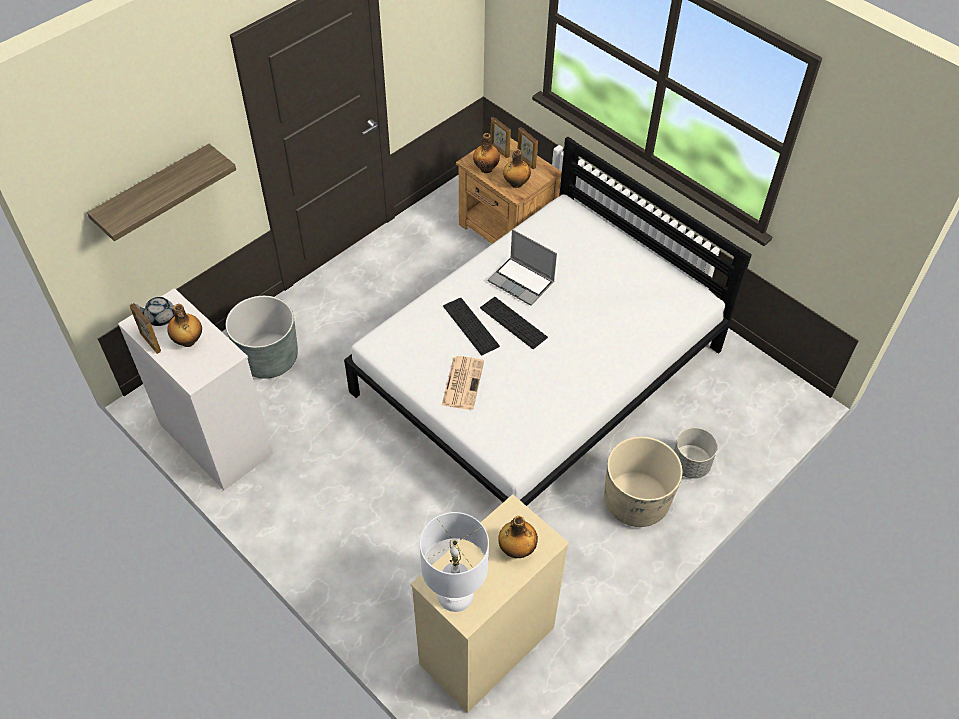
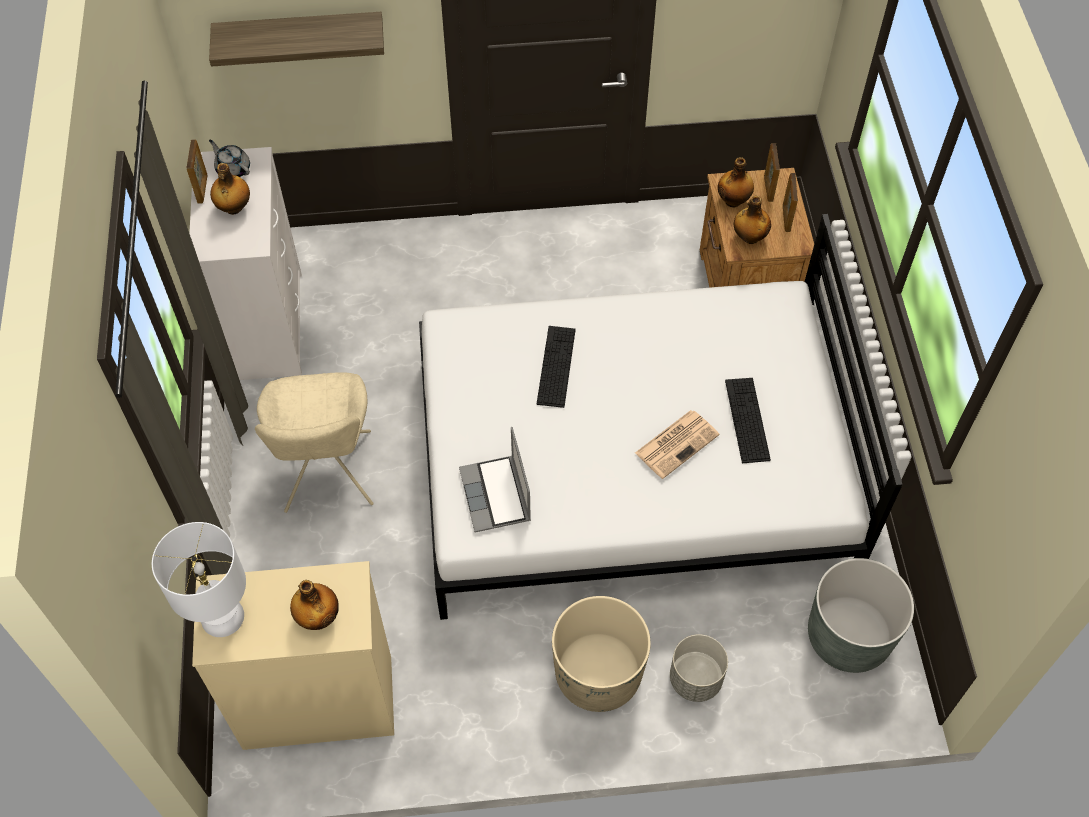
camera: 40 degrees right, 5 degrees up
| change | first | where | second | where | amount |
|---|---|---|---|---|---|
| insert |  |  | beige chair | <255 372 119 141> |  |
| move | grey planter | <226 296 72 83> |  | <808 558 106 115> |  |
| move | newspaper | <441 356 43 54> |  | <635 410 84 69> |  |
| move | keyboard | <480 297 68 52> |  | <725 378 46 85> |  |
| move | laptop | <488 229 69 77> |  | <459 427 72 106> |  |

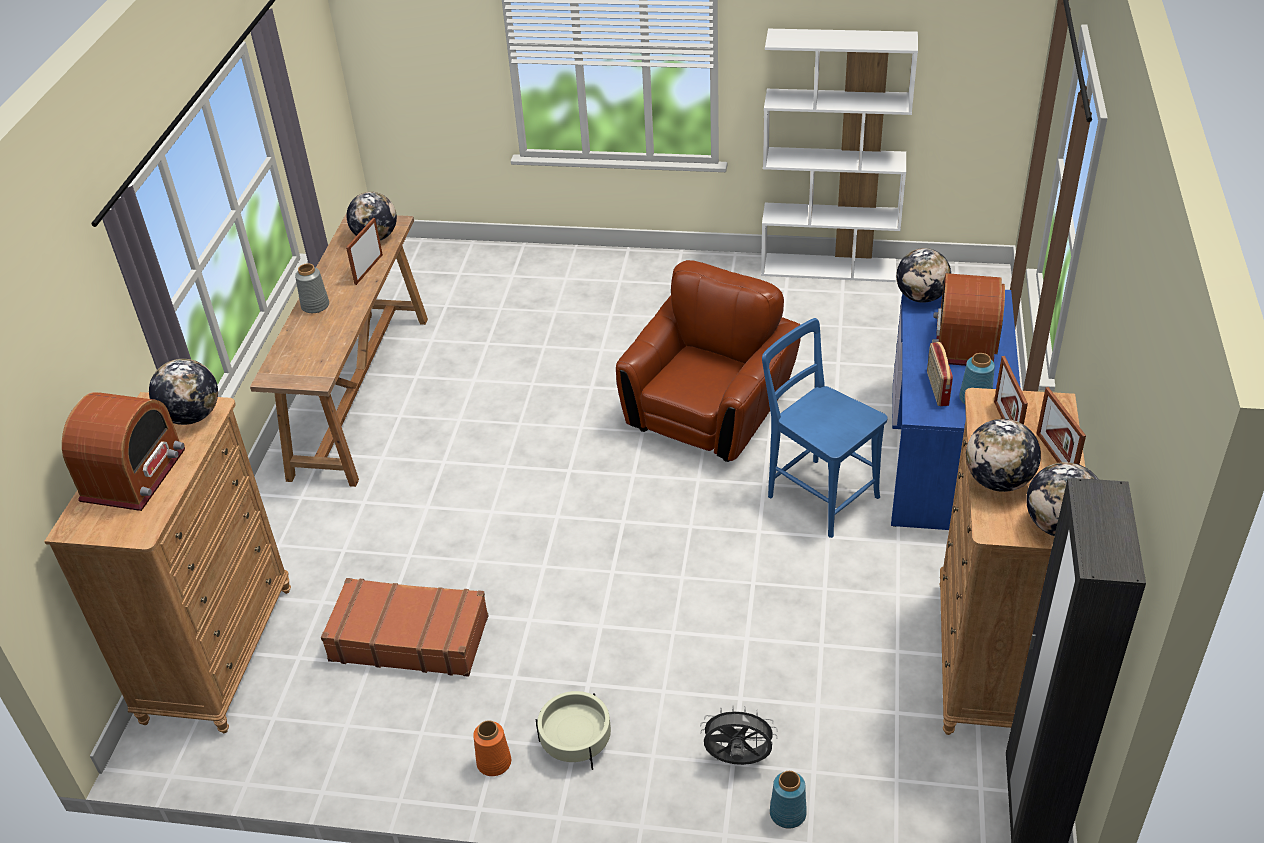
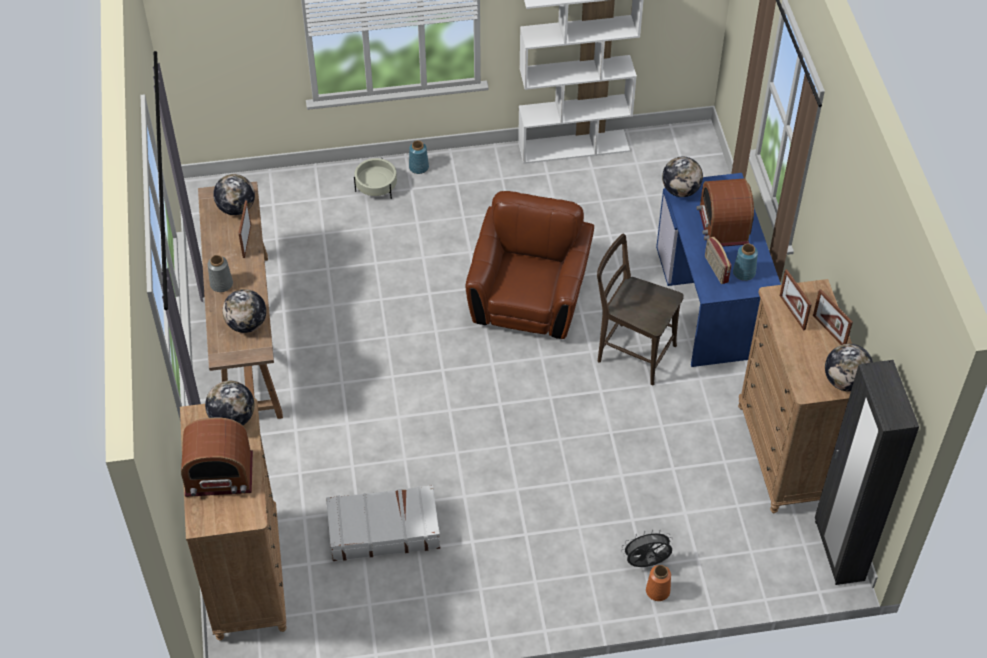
camera: 20 degrees left, 10 degrees up
| change | first | where | second | where | amount |
|---|---|---|---|---|---|
| move | orange vase | <473 720 38 56> |  | <646 565 25 36> |  |
| move | beige planter | <536 691 75 79> |  | <354 158 43 41> |  |
| move | blue vase | <770 771 37 57> |  | <409 141 20 33> |  |
| move | globe | <966 419 75 73> |  | <223 289 43 44> |  |
| recolor | brown suitcase | <321 578 167 99> | white suitcase | <326 485 114 76> |  |
| recolor | blue chair | <762 318 126 220> | brown chair | <597 234 87 151> |  |
| rotate | radio | <62 392 123 119> |  | <181 418 72 79> | 90 degrees clockwise |

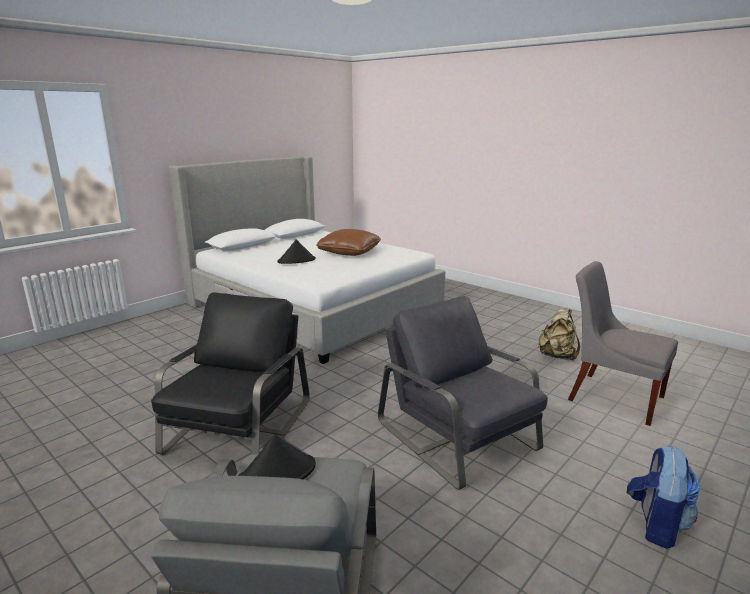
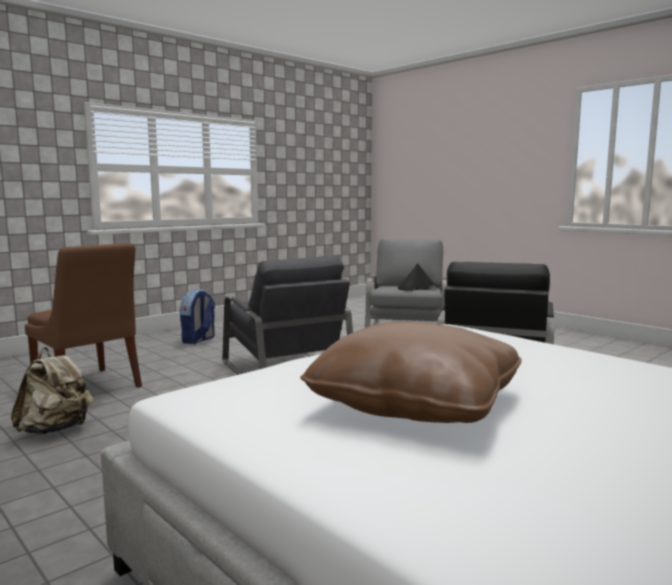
camera: 175 degrees left, 10 degrees down
| change | first | where | second | where | amount |
|---|---|---|---|---|---|
| delete | black hat | <277 239 39 25> |  |  |  |
| recolor | grey chair | <568 261 110 165> | brown chair | <25 243 117 145> |  |

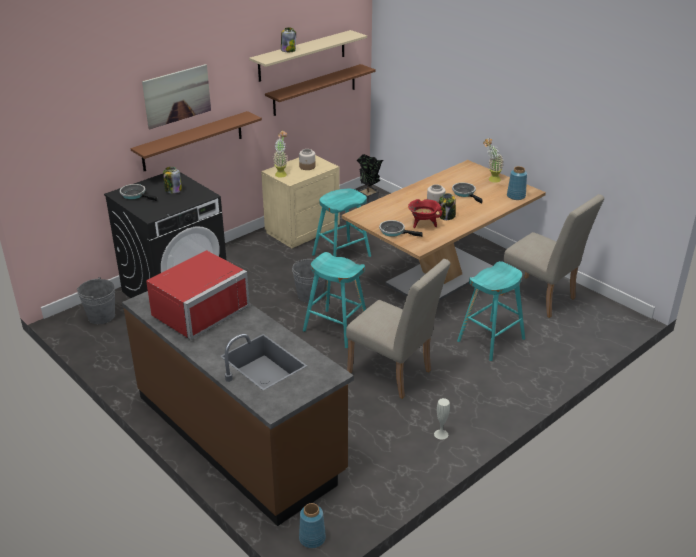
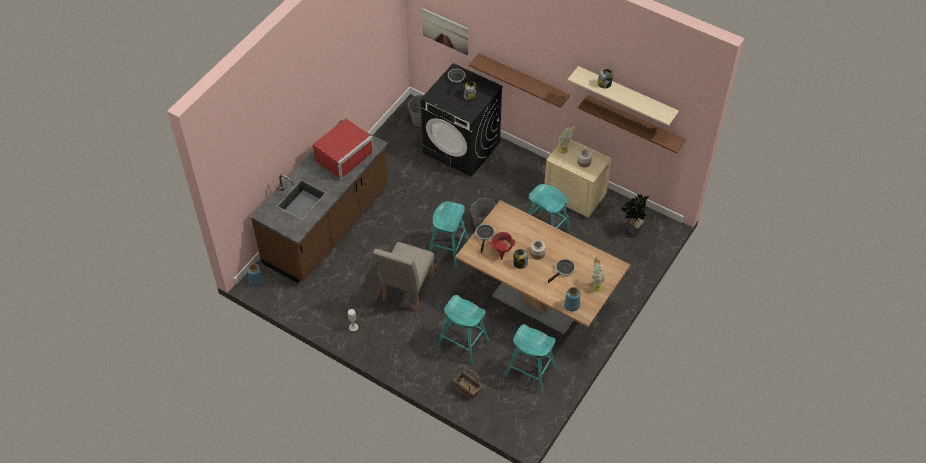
camera: 75 degrees right, 20 degrees up
| change | first | where | second | where | amount |
|---|---|---|---|---|---|
| insert |  |  | basket | <454 369 28 32> |  |
| move | picture | <142 64 69 65> |  | <422 8 46 47> |  |
| replace | beige chair | <500 194 104 124> | turquoise stool | <505 324 51 70> |  |
| rotate | red microwave | <146 250 104 90> |  | <313 119 61 61> | 75 degrees counterclockwise |

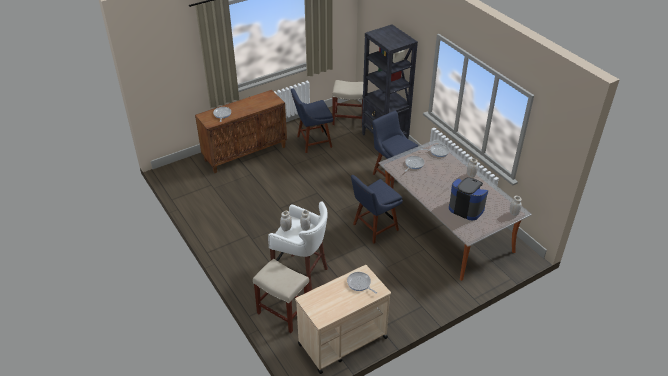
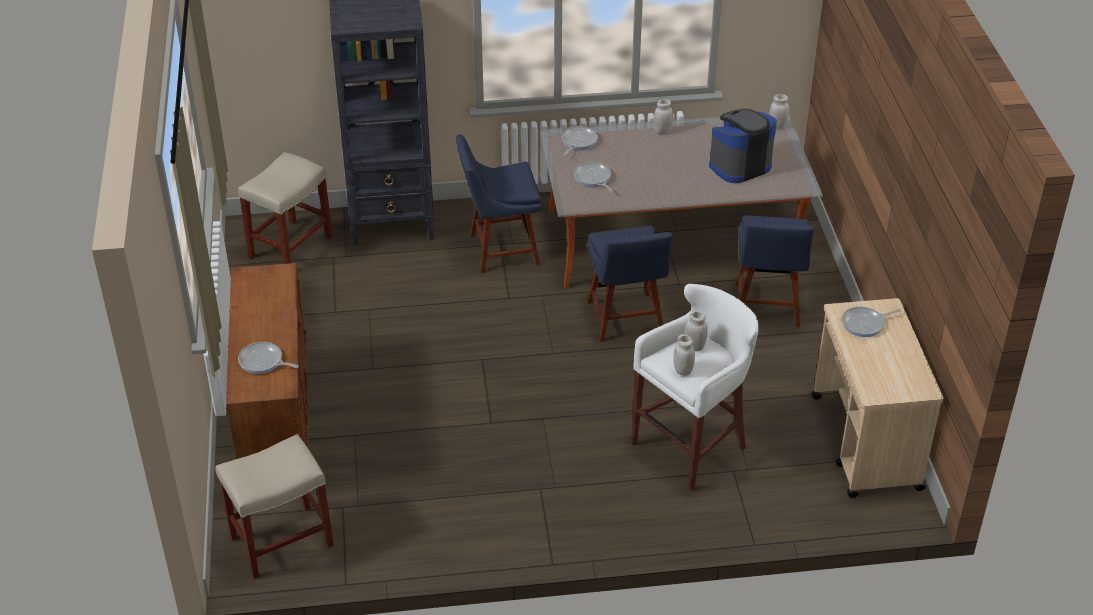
camera: 65 degrees left, 0 degrees up
| change | first | where | second | where | amount |
|---|---|---|---|---|---|
| move | beige stool | <253 259 56 74> |  | <216 434 118 145> |  |
| move | blue chair | <291 88 42 65> |  | <735 215 79 112> |  |

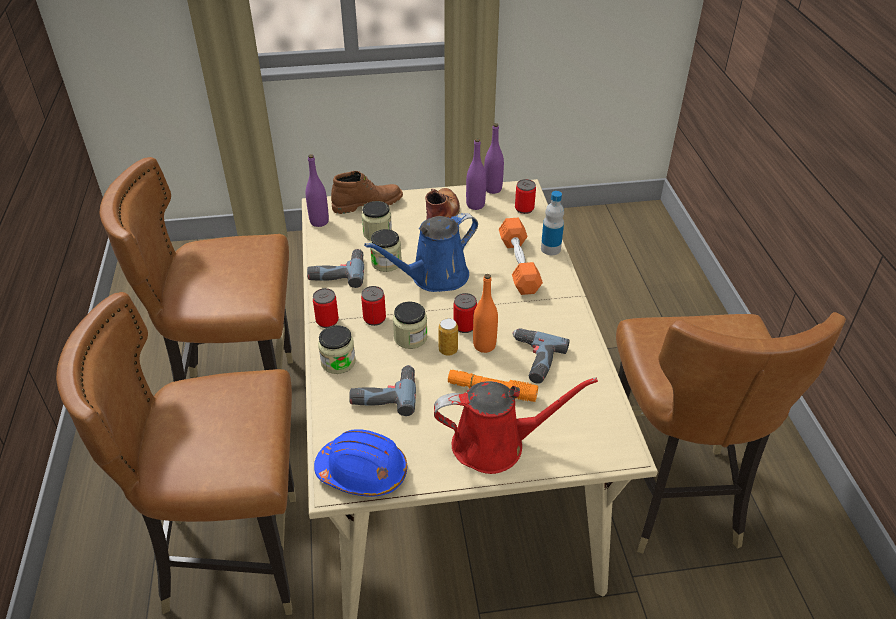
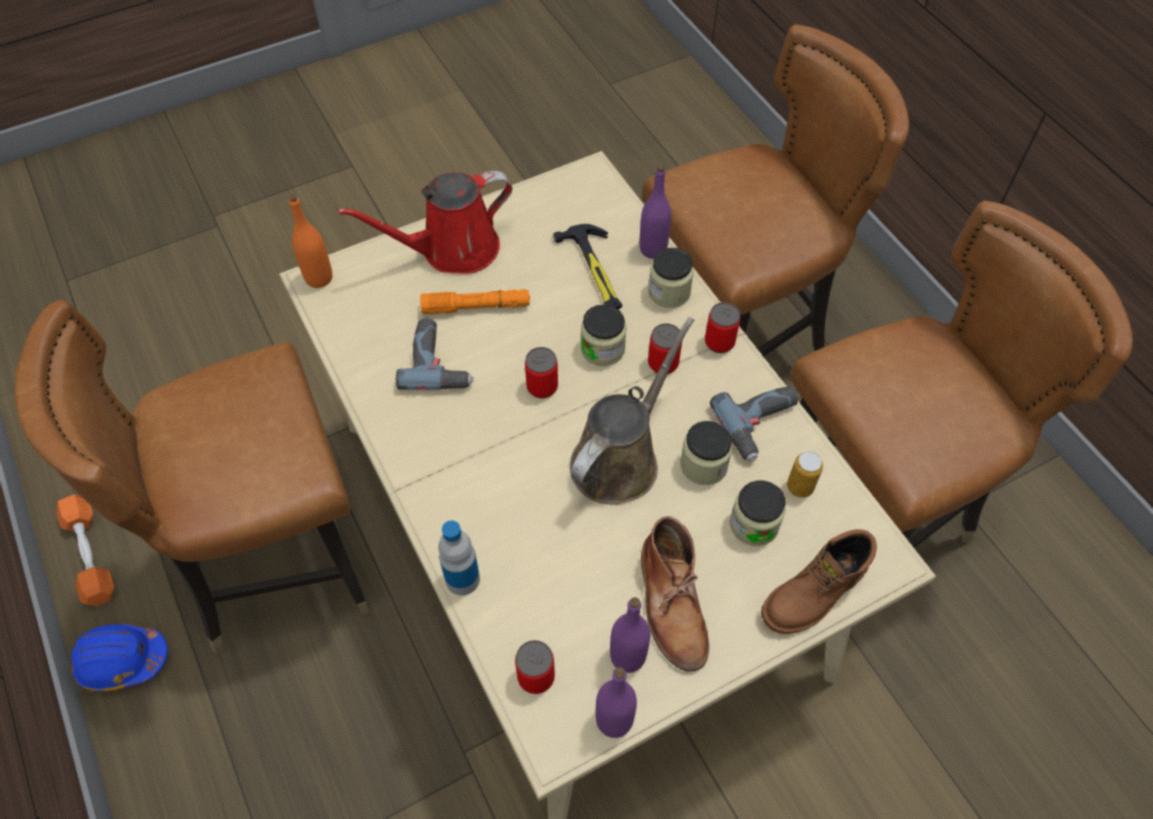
camera: 160 degrees right, 15 degrees up
| change | first | where | second | where | amount |
|---|---|---|---|---|---|
| move | purple bottle | <306 154 23 73> |  | <640 165 31 94> |  |
| move | blue hard hat | <314 429 93 68> |  | <71 624 97 68> |  |
| move | can | <438 318 20 38> |  | <787 451 36 47> |  |
| move | orange bottle | <473 274 25 79> |  | <289 194 43 94> |  |
| move | orange dumbbell | <499 218 44 77> |  | <56 494 58 112> |  |
| replace | power drill | <349 365 67 51> | hammer | <553 224 69 85> |  |
| recolor | blue watering can | <364 213 114 79> | brown watering can | <570 317 124 188> |  |
| rotate | brown chair | <616 312 230 242> |  | <14 300 355 355> | 90 degrees counterclockwise |

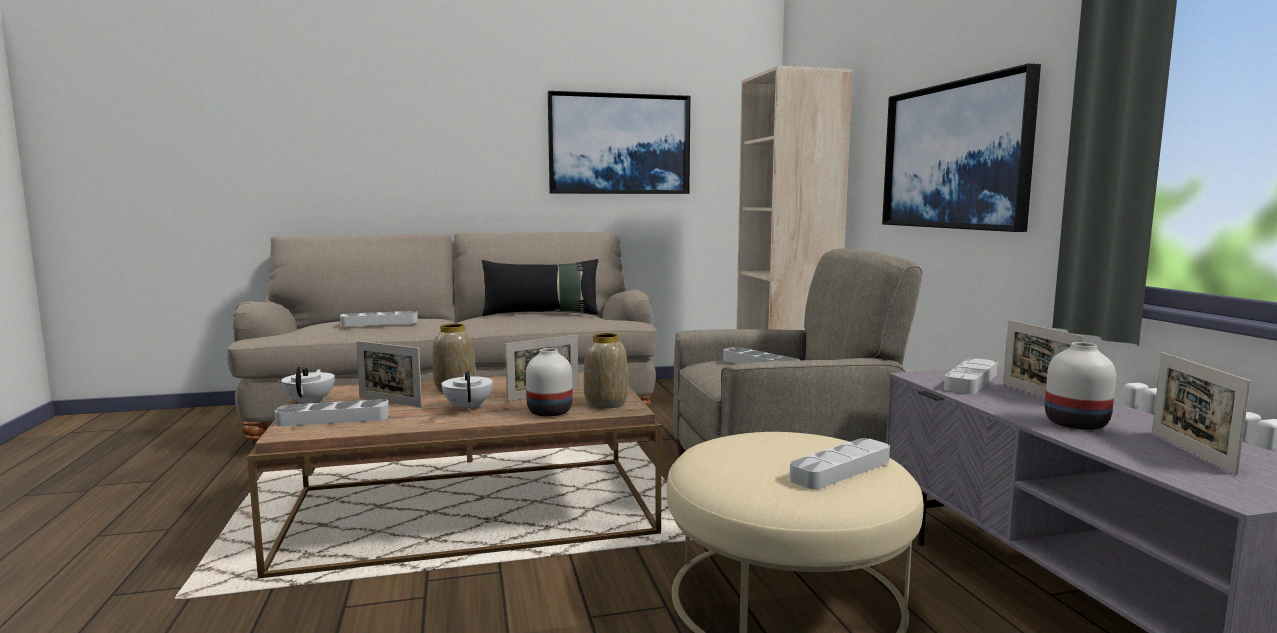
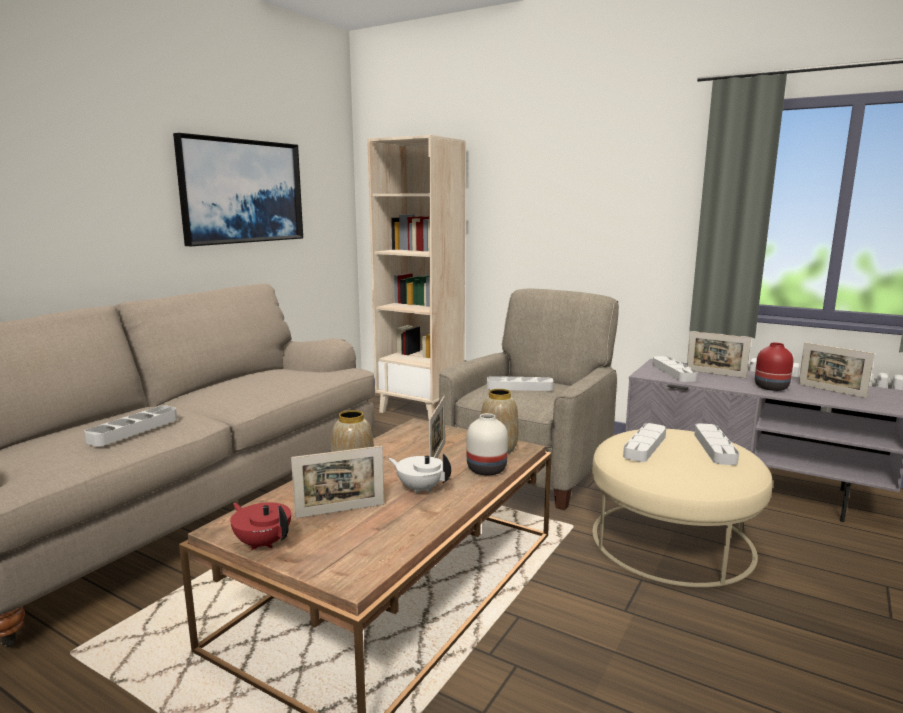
camera: 45 degrees left, 5 degrees up
| change | first | where | second | where | amount |
|---|---|---|---|---|---|
| delete | black pillow | <482 259 117 57> |  |  |  |
| delete | picture | <882 63 159 169> |  |  |  |
| move | grey tray | <275 399 114 28> |  | <623 423 43 39> |  |
| recolor | white teapot | <281 367 54 37> | red teapot | <230 502 61 48> |  |
| recolor | white vase | <1045 342 71 88> | red vase | <755 343 38 48> |  |

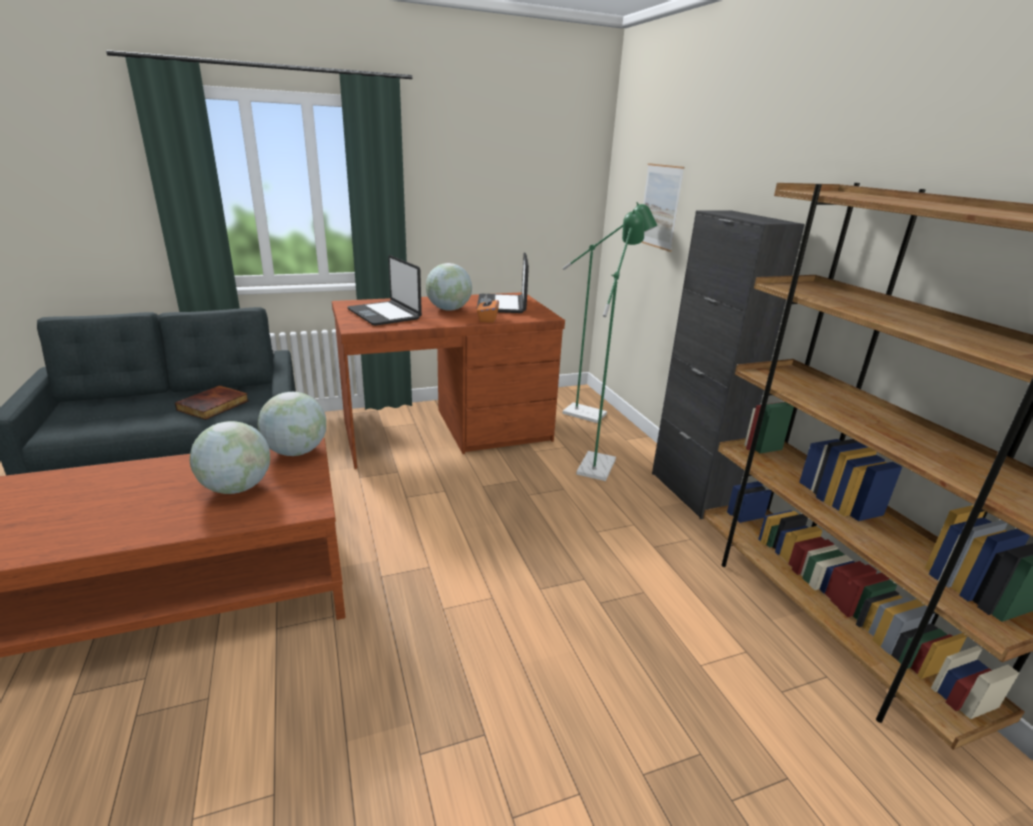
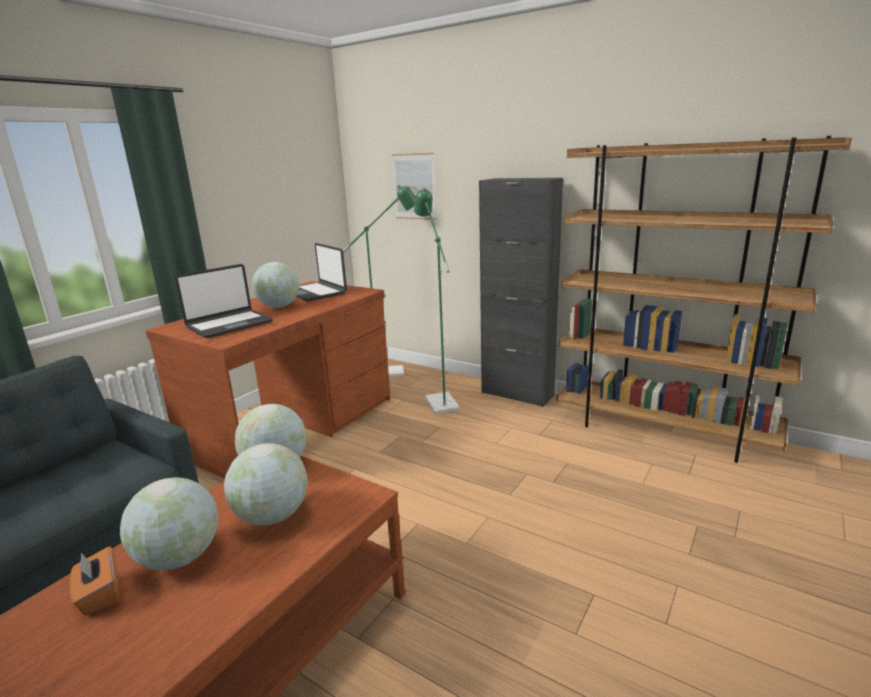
camera: 35 degrees left, 5 degrees down
| change | first | where | second | where | amount |
|---|---|---|---|---|---|
| delete | book | <175 385 74 35> |  |  |  |
| insert |  |  | globe | <120 477 98 93> |  |
| move | orange tissue box | <477 294 22 29> |  | <70 546 49 69> |  |
| rotate | laptop | <347 255 75 71> |  | <175 264 98 74> | 60 degrees counterclockwise |

